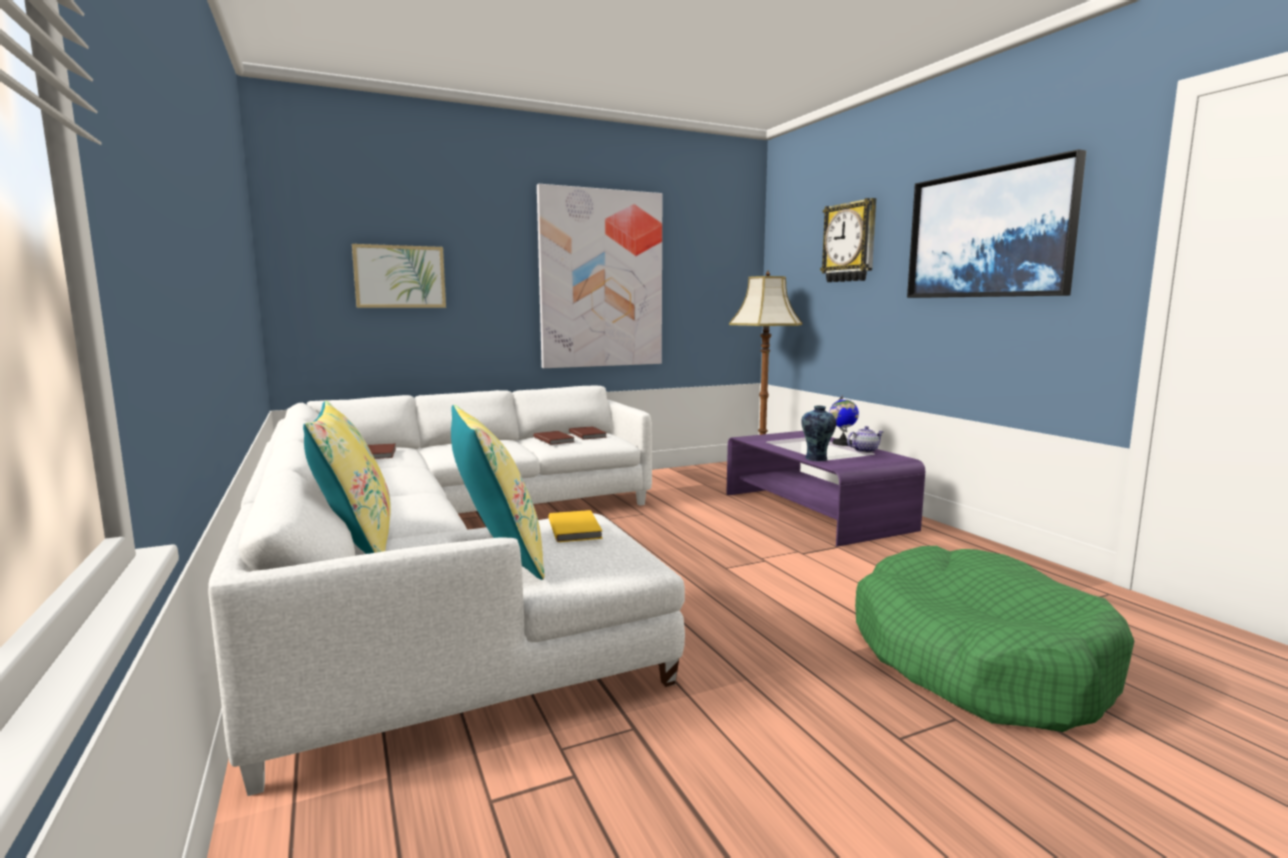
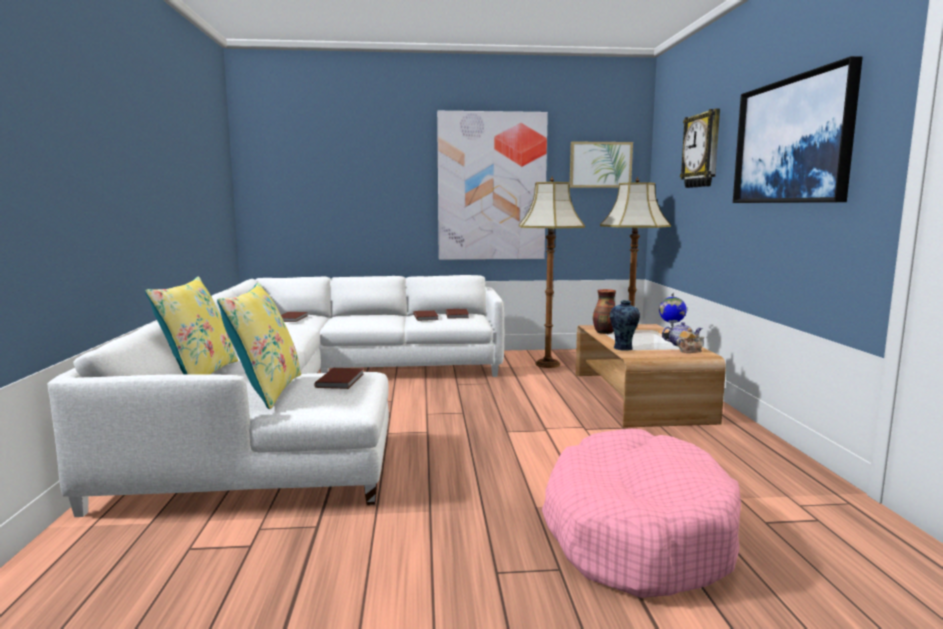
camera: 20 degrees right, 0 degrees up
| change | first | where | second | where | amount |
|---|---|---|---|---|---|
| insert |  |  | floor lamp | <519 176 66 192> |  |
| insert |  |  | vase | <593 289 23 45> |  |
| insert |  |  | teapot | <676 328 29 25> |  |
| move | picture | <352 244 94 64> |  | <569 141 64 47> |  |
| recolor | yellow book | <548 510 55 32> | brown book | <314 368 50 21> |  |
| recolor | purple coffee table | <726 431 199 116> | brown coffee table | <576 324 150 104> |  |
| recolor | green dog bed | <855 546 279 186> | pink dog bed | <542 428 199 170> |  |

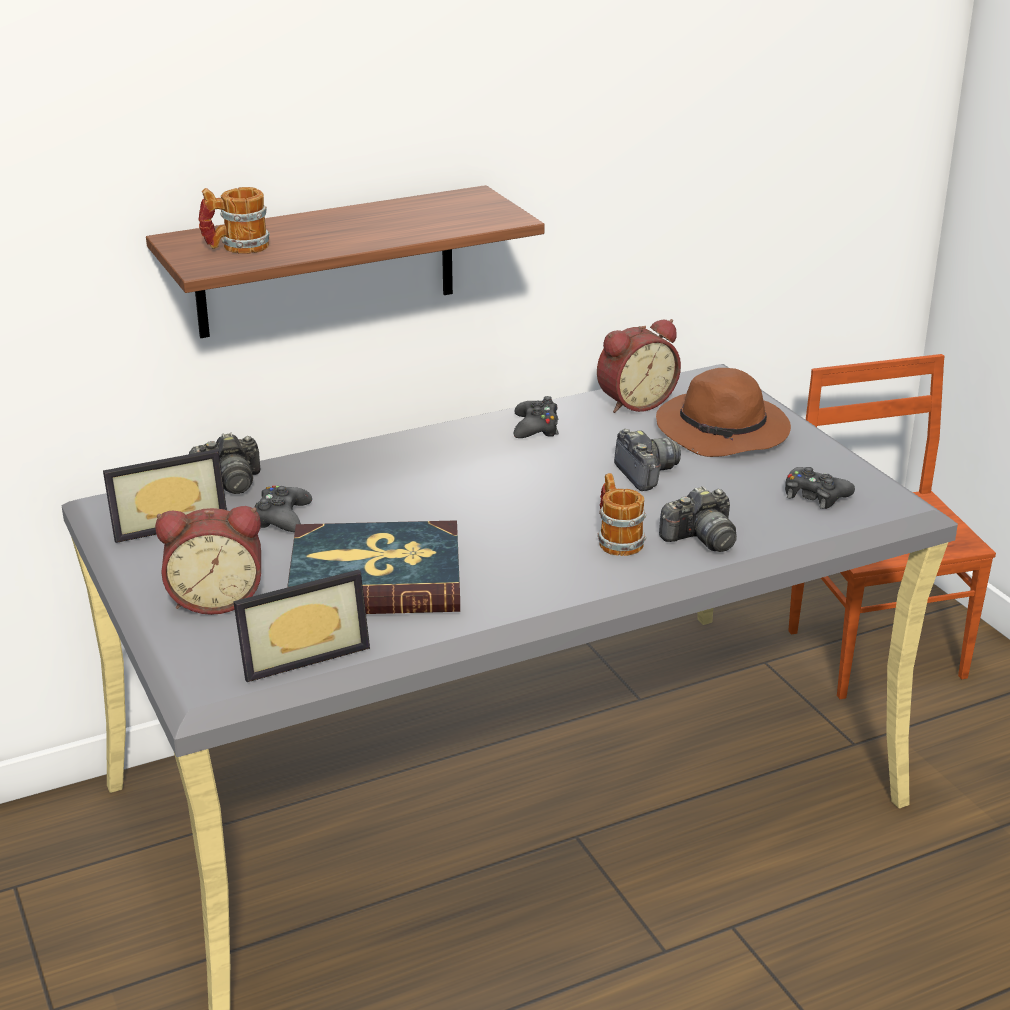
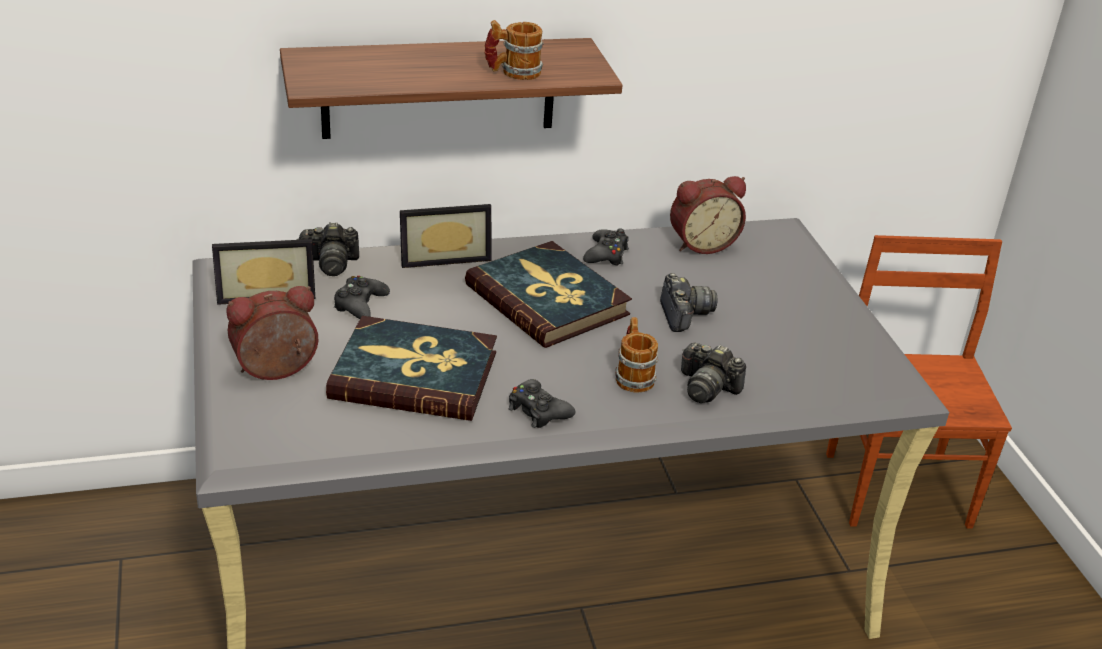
camera: 10 degrees right, 5 degrees up
| change | first | where | second | where | amount |
|---|---|---|---|---|---|
| delete | brown hat | <656 368 135 89> |  |  |  |
| insert |  |  | book | <465 241 167 107> |  |
| move | mug | <198 187 72 67> |  | <484 20 60 60> |  |
| move | picture frame | <233 569 137 113> |  | <400 204 91 64> |  |
| move | black game controller | <785 467 70 42> |  | <508 379 67 49> |  |
| rotate | alarm clock | <155 506 106 109> |  | <227 286 91 94> | 150 degrees clockwise |
| rotate | photo camera | <659 486 78 66> |  | <681 342 65 61> | 45 degrees clockwise |

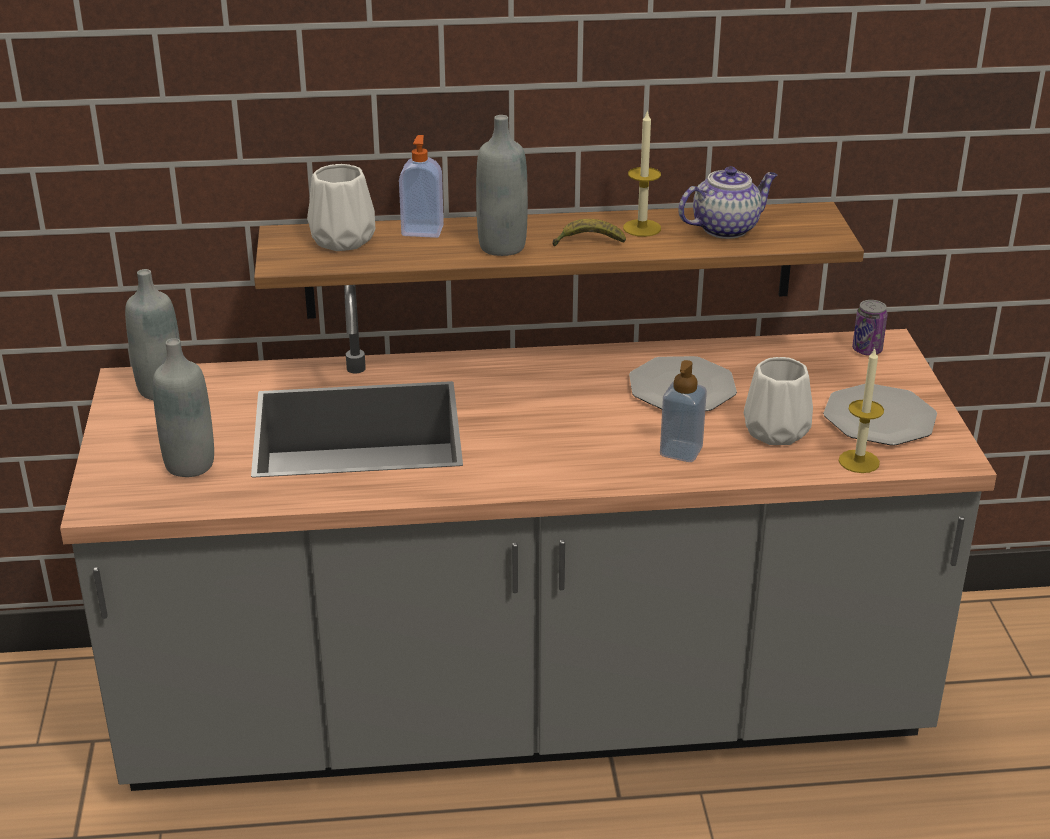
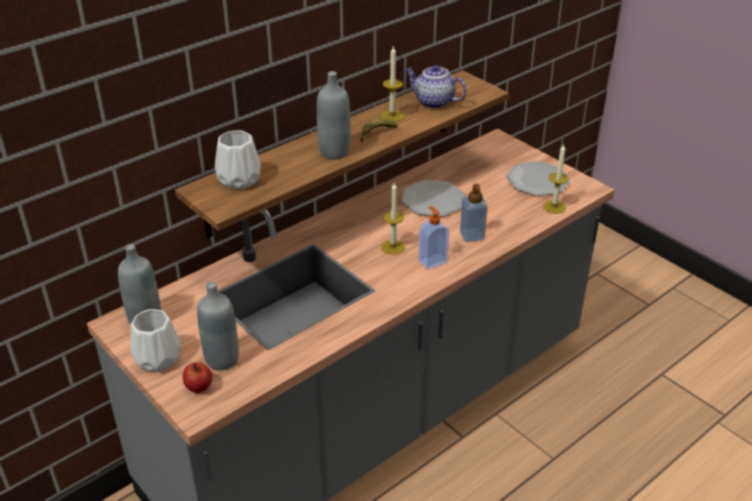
camera: 35 degrees left, 5 degrees up
| change | first | where | second | where | amount |
|---|---|---|---|---|---|
| delete | can | <852 300 36 56> |  |  |  |
| insert |  |  | apple | <183 362 29 31> |  |
| insert |  |  | candle | <381 183 24 72> |  |
| move | soap dispenser | <399 135 45 103> |  | <418 206 31 64> |  |
| move | white vase | <744 357 69 88> |  | <130 309 51 63> |  |
| rotate | teapot | <678 166 99 73> |  | <405 65 62 44> | 90 degrees counterclockwise |

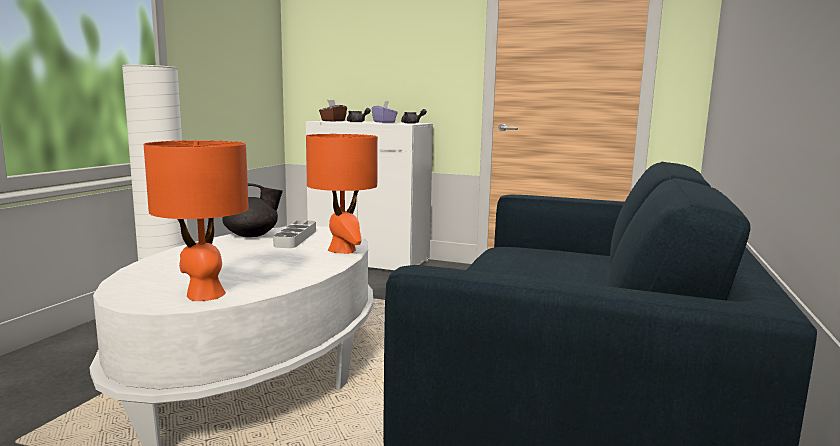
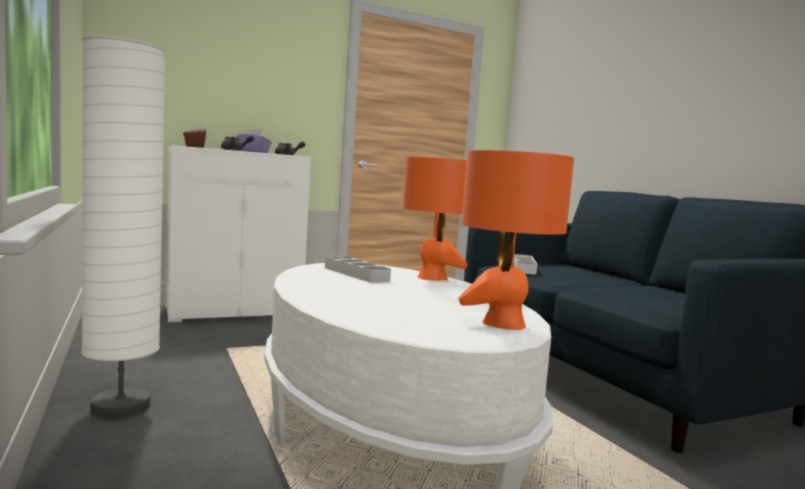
camera: 45 degrees left, 5 degrees down
| change | first | where | second | where | amount |
|---|---|---|---|---|---|
| delete | black teapot | <222 183 61 54> |  |  |  |
| insert |  |  | grey tray | <513 254 24 20> |  |

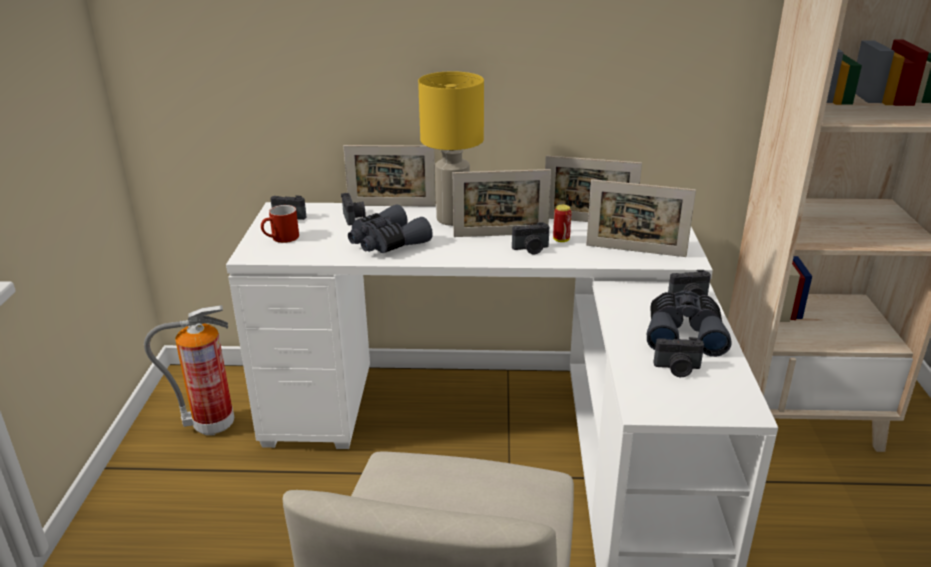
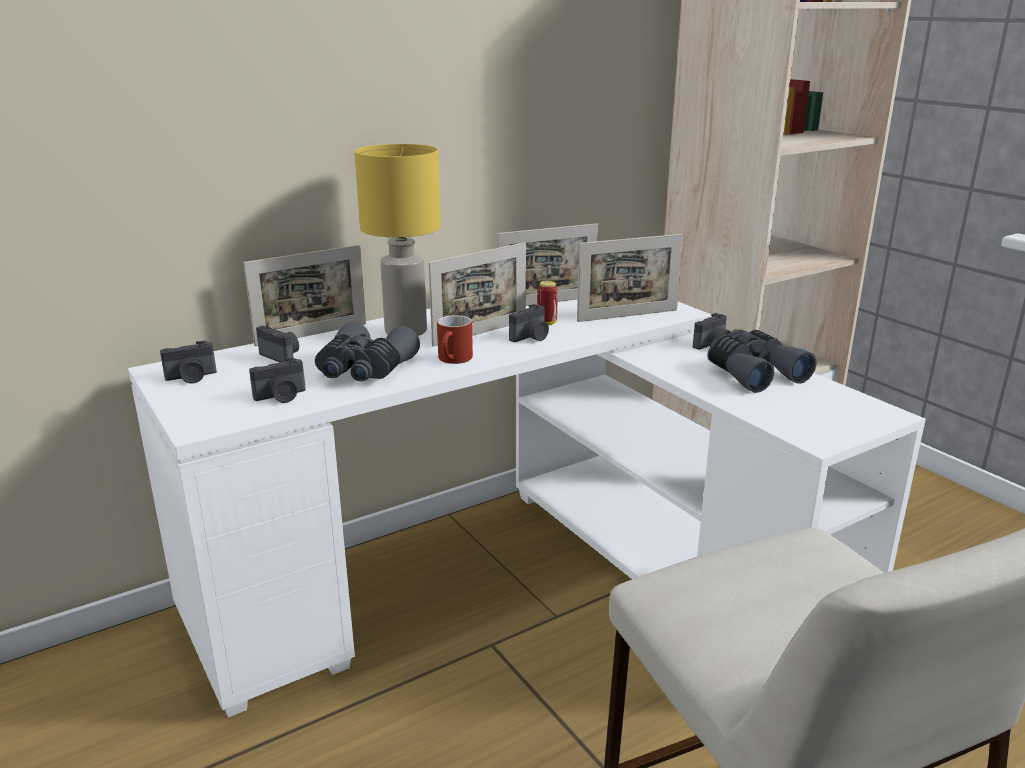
camera: 35 degrees left, 5 degrees down
| change | first | where | second | where | amount |
|---|---|---|---|---|---|
| delete | fire extinguisher | <144 305 90 131> |  |  |  |
| move | red mug | <261 205 38 38> |  | <437 315 36 49> |  |
| move | photo camera | <654 337 50 40> |  | <249 357 57 46> |  |

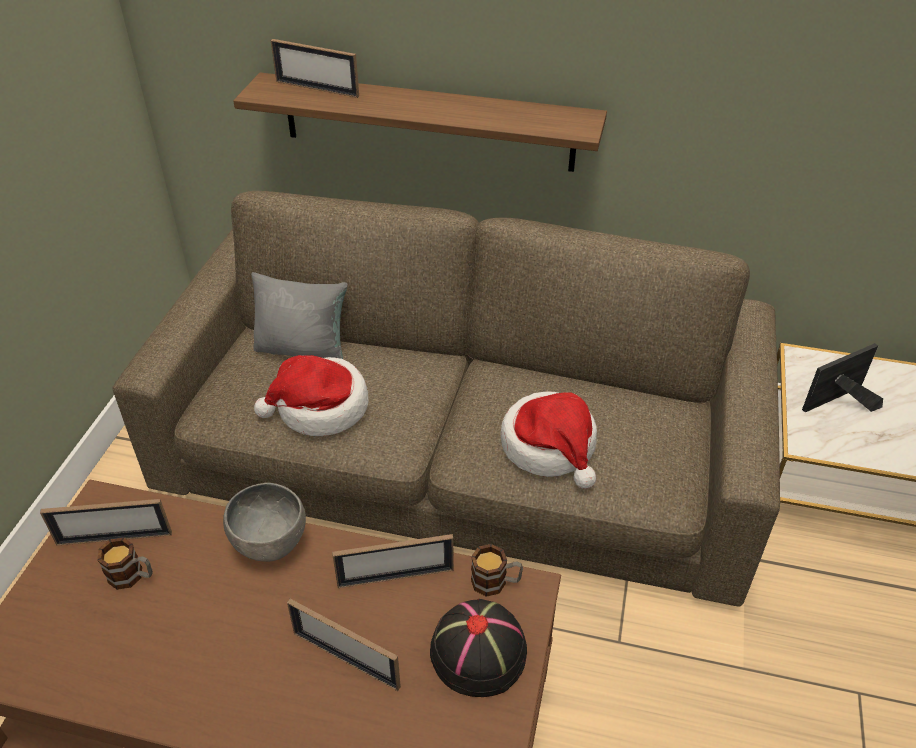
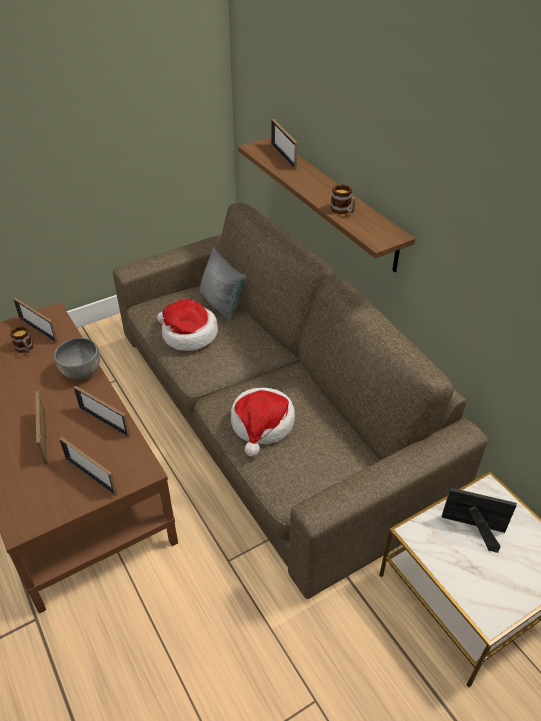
camera: 45 degrees right, 0 degrees up
| change | first | where | second | where | amount |
|---|---|---|---|---|---|
| move | mug | <471 544 52 53> |  | <331 184 25 30> |  |
| replace | black hat | <430 599 97 98> | picture frame | <59 437 59 59> |  |

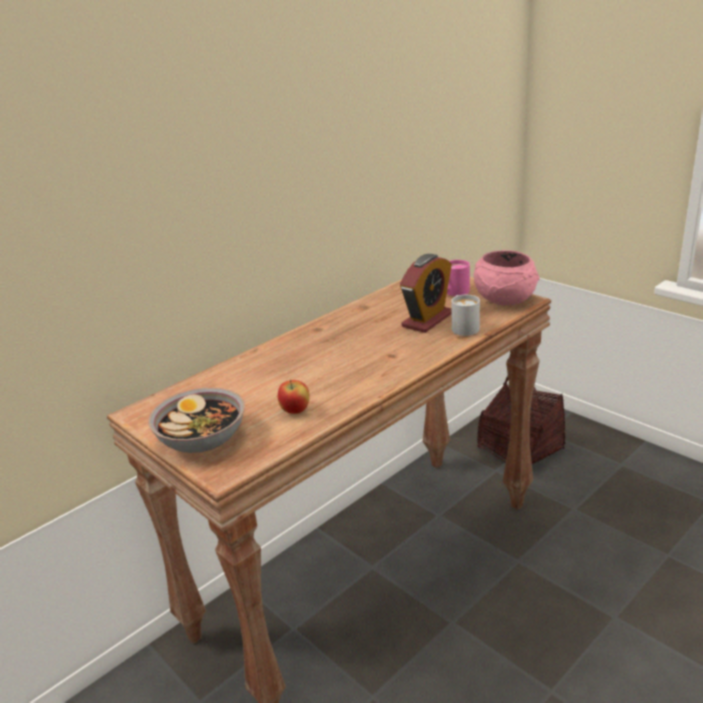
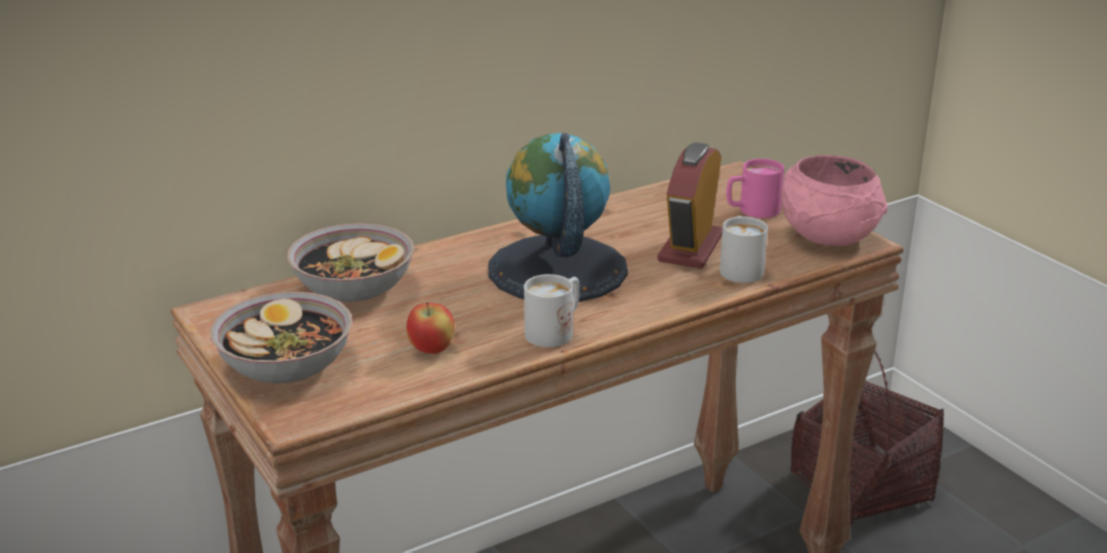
camera: 10 degrees right, 0 degrees up
| change | first | where | second | where | amount |
|---|---|---|---|---|---|
| insert |  |  | bowl | <287 223 127 79> |  |
| insert |  |  | globe | <489 133 139 169> |  |
| insert |  |  | white mug | <524 274 56 73> |  |
| rotate | alarm clock | <400 254 52 79> |  | <657 142 66 127> | 150 degrees clockwise |

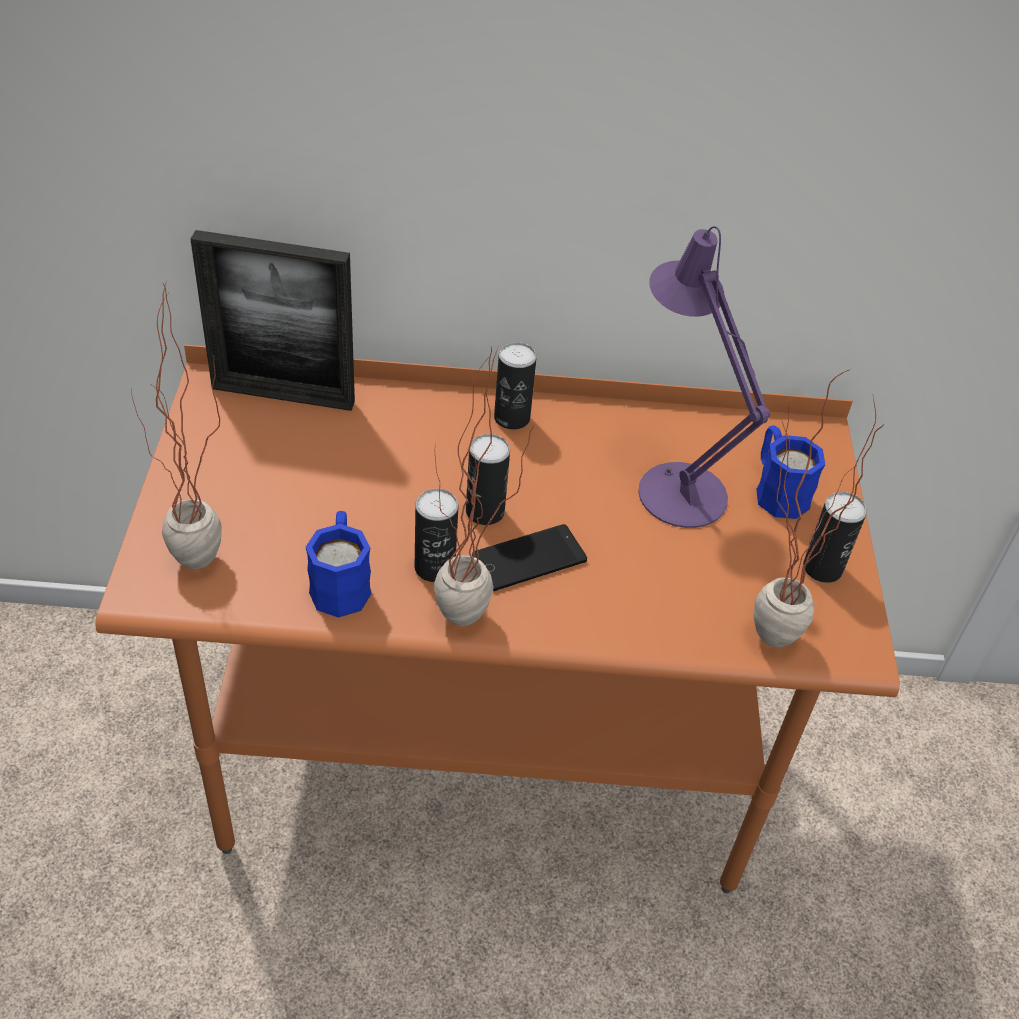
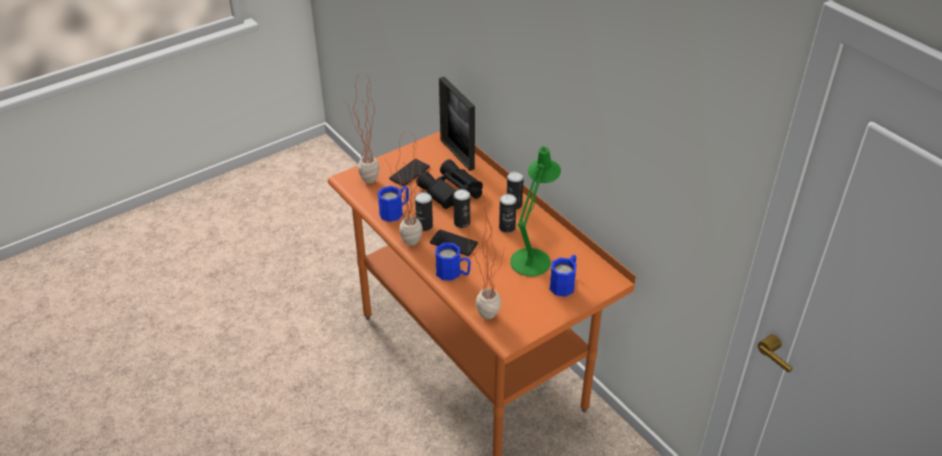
camera: 55 degrees right, 5 degrees down
| change | first | where | second | where | amount |
|---|---|---|---|---|---|
| insert |  |  | phone | <390 159 40 27> |  |
| insert |  |  | black binoculars | <416 159 67 50> |  |
| insert |  |  | blue mug | <435 243 36 38> |  |
| move | can | <803 492 64 91> |  | <499 194 18 39> |  |
| recolor | purple table lamp | <638 226 132 302> | green table lamp | <510 146 51 130> |  |

